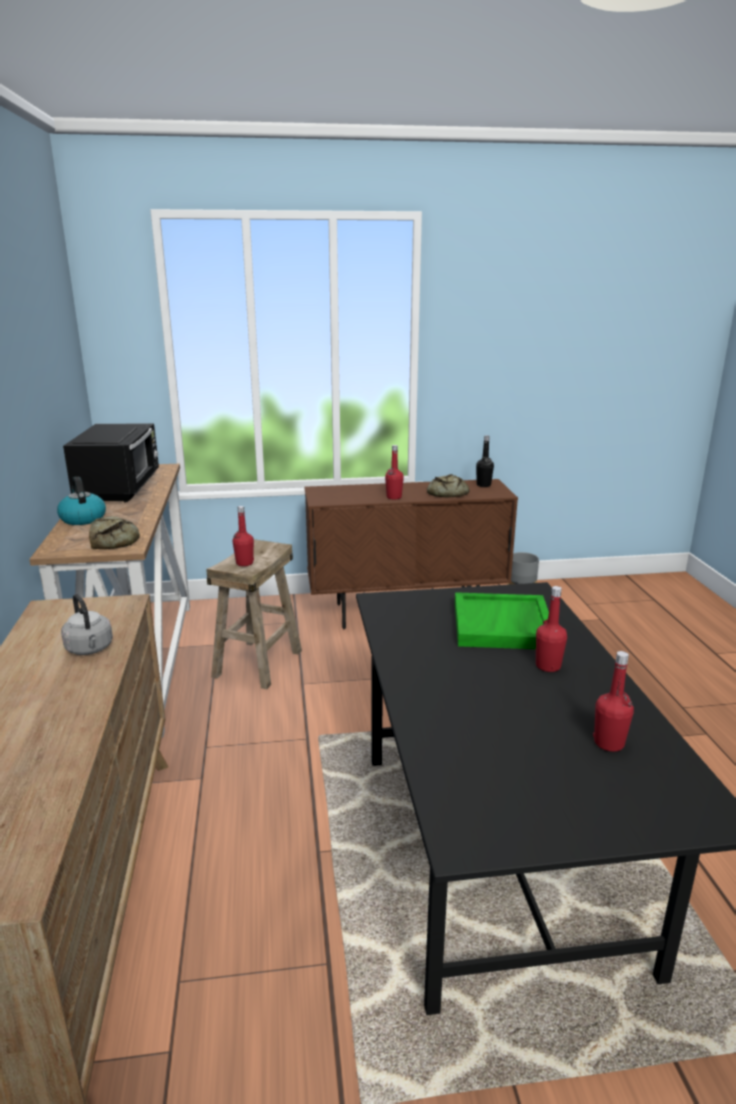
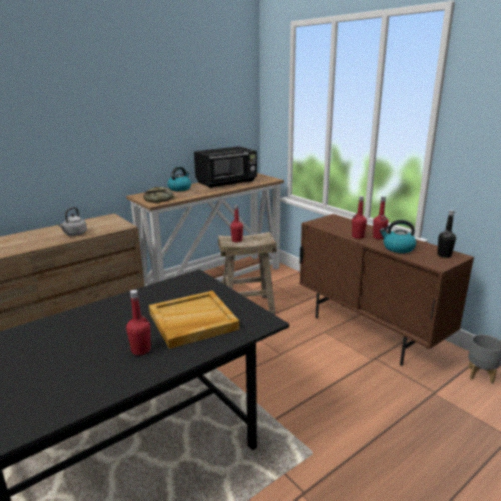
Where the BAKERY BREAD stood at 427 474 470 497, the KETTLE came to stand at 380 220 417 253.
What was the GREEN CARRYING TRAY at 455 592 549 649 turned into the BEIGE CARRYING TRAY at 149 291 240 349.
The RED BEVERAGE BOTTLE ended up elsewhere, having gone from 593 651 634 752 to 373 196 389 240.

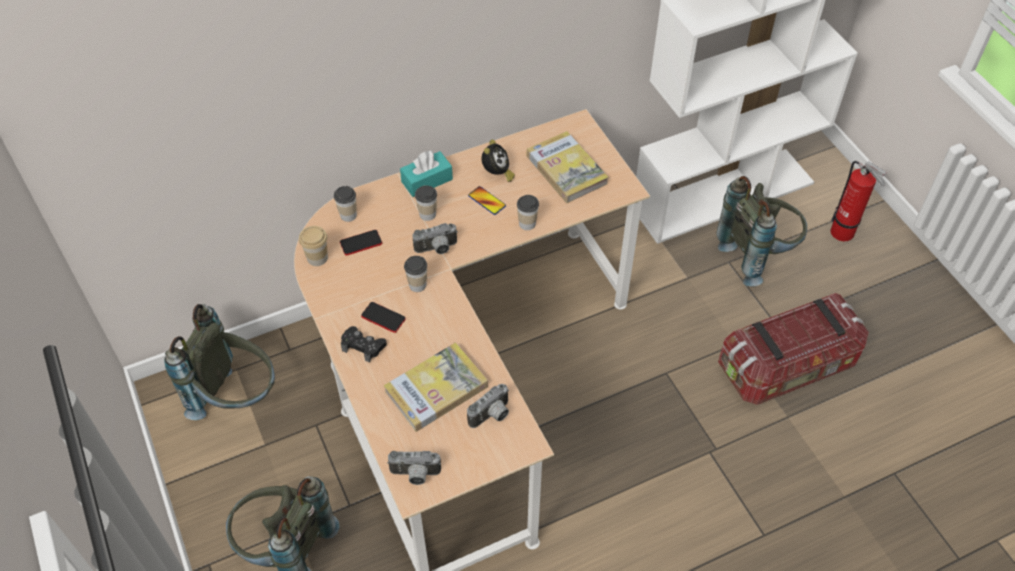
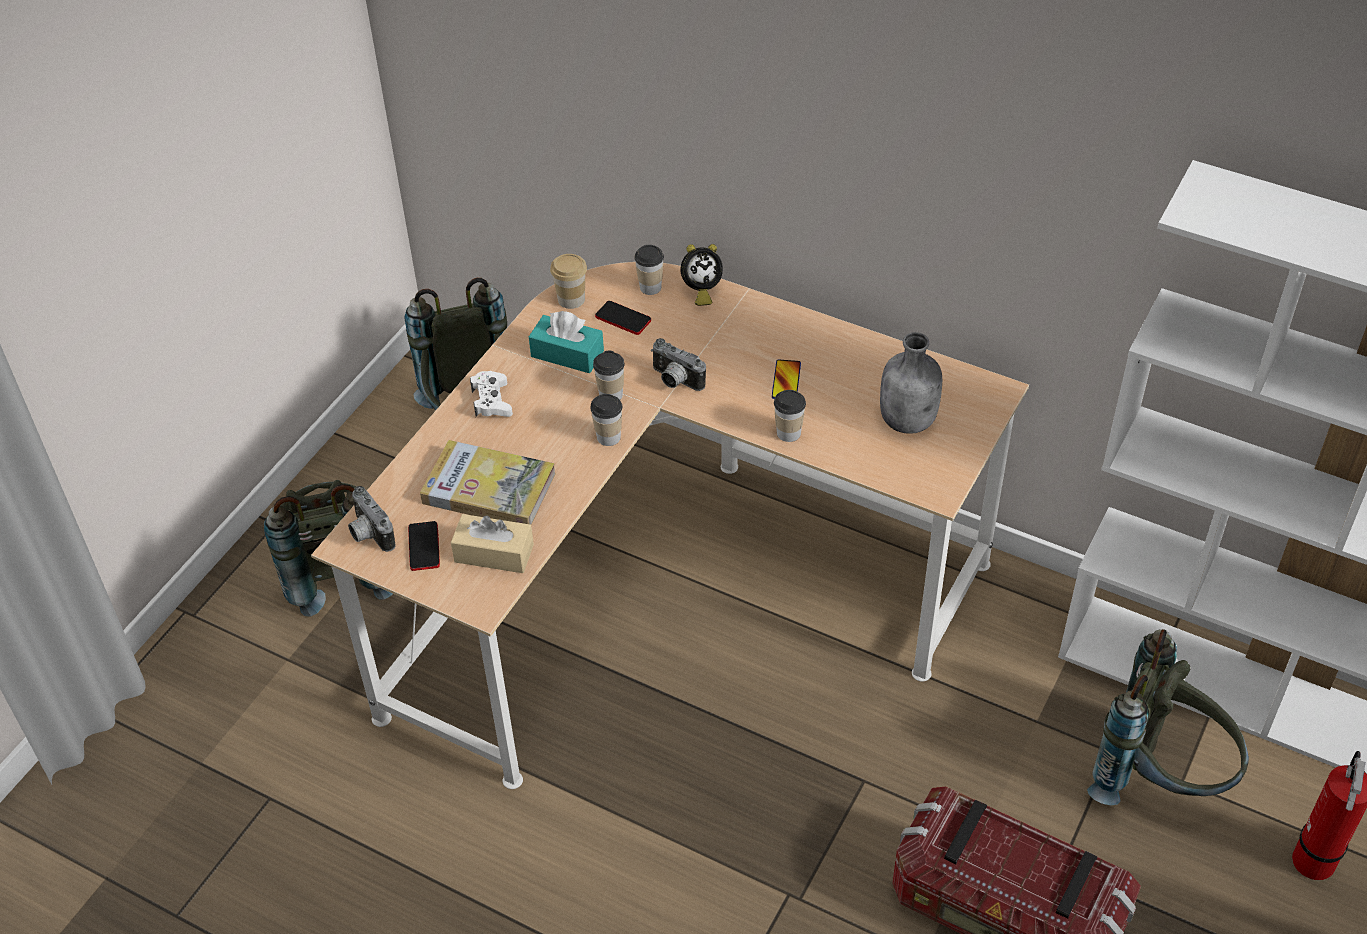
Where the VOLUME stood at 527 131 609 203, the GRAY BEVERAGE BOTTLE came to stand at 880 332 942 434.
The ALARM CLOCK ended up elsewhere, having gone from 482 140 515 182 to 680 244 723 306.
The BLUE-GREEN BOX OF TISSUES ended up elsewhere, having gone from 400 150 453 197 to 529 311 604 373.
The DRINKING CUP ended up elsewhere, having gone from 415 185 437 221 to 590 394 622 446.
The PHONE ended up elsewhere, having gone from 361 302 406 333 to 408 521 440 571.
What was the BLACK-COLOURED GAMEPAD at 341 326 387 363 turned into the WHITE-COLOURED GAMEPAD at 470 371 513 417.
Where the PHOTO CAMERA stood at 467 384 509 428, the BEIGE BOX OF TISSUES came to stand at 451 514 534 573.

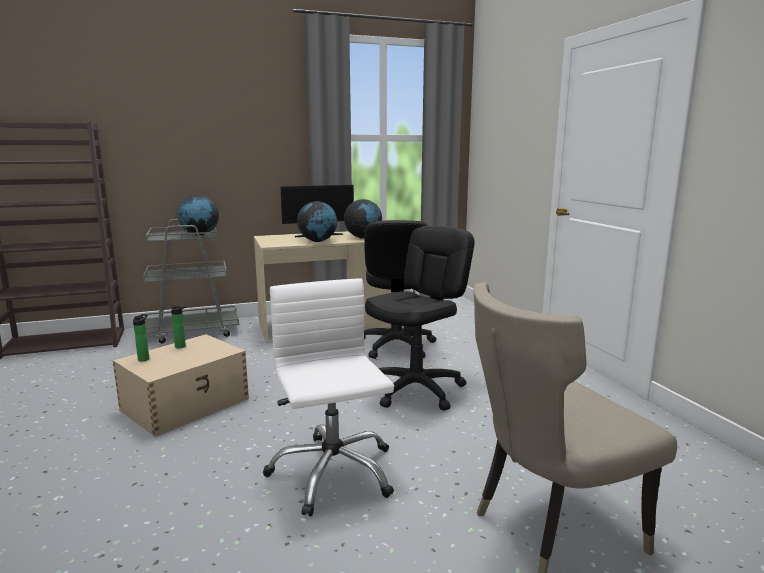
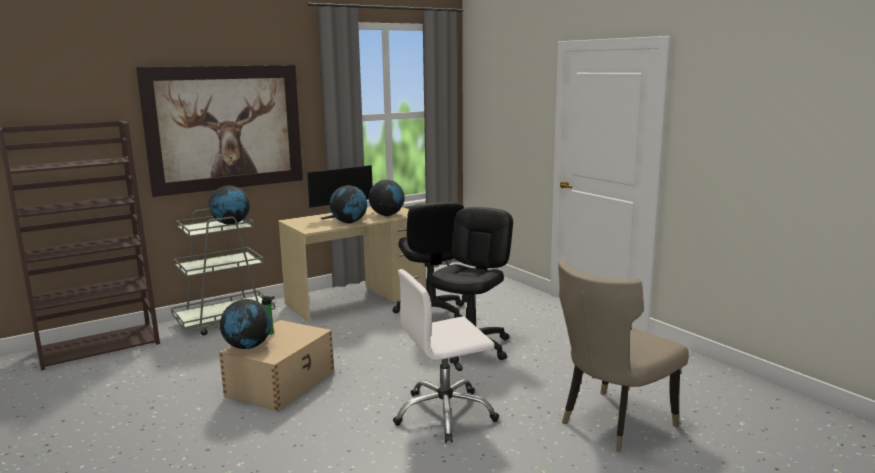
The WHITE-COLOURED DESK CHAIR at 263 278 394 516 ended up facing another way, 75 degrees counterclockwise from before.
Where the BEVERAGE BOTTLE stood at 133 314 149 361, the GLOBE came to stand at 220 299 271 349.
The second view gained the PICTURE at 136 65 303 197.

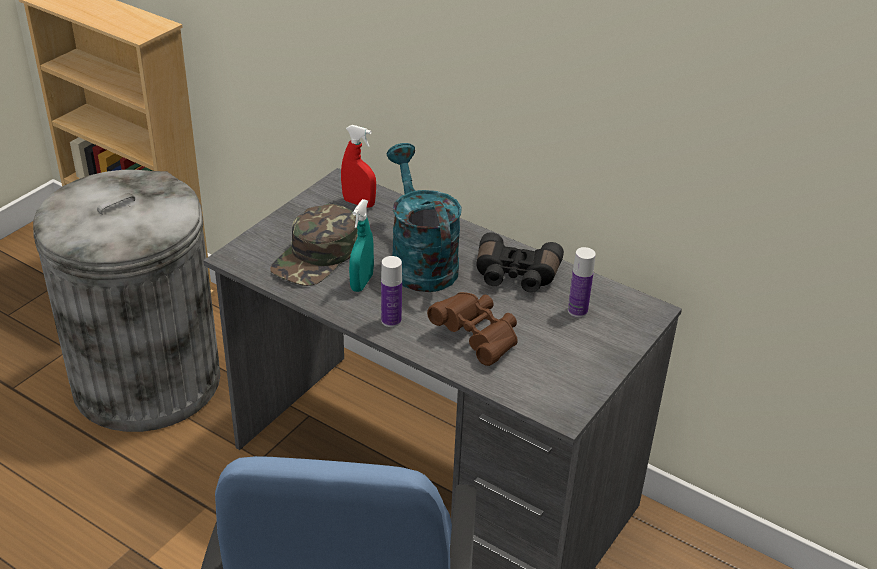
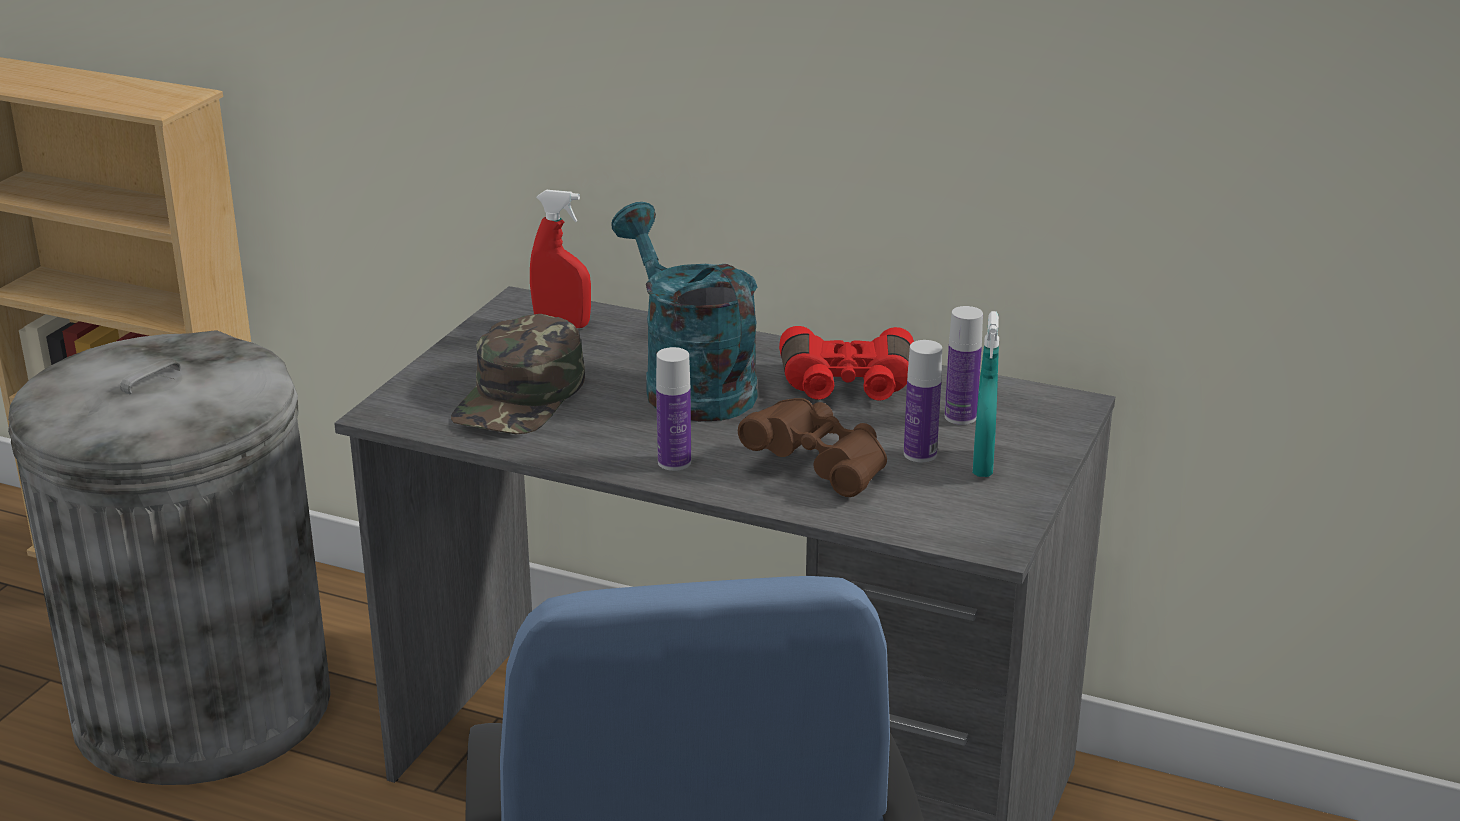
The BLUE-GREEN SPRAY BOTTLE ended up elsewhere, having gone from 349 199 374 292 to 973 311 999 477.
What was the BLACK-COLOURED FIELD GLASSES at 476 232 564 293 turned into the RED FIELD GLASSES at 779 326 914 401.
The second view gained the BEVERAGE BOTTLE at 904 340 942 462.

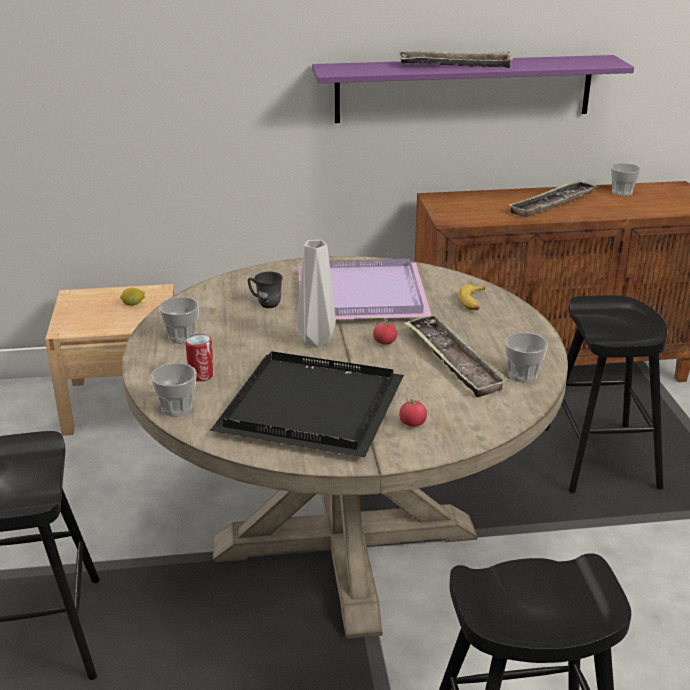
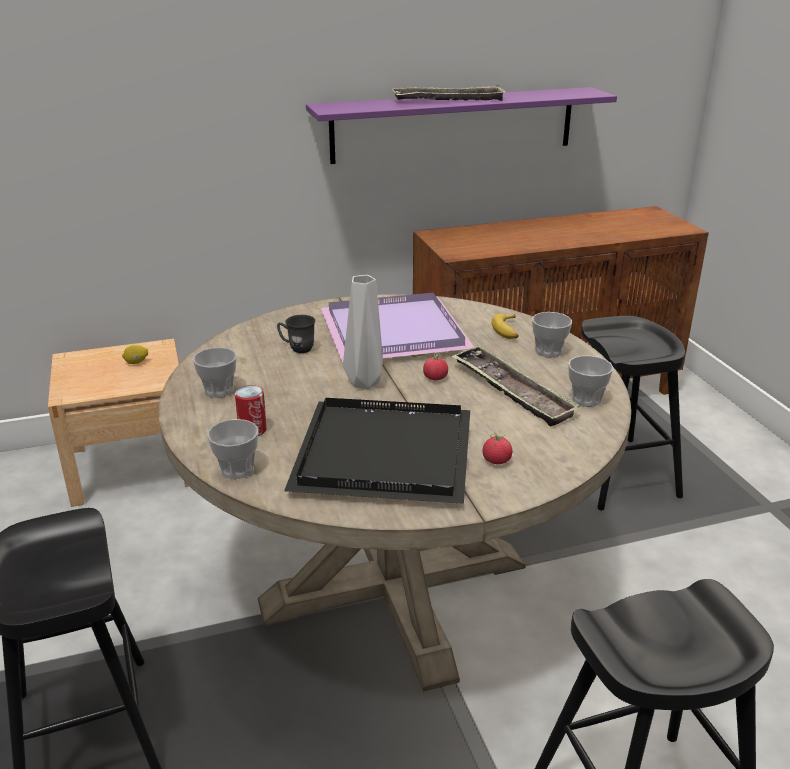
The DRINKING CUP ended up elsewhere, having gone from 611 163 641 196 to 532 312 572 358.
The second view lost the CARRYING TRAY at 509 180 598 217.

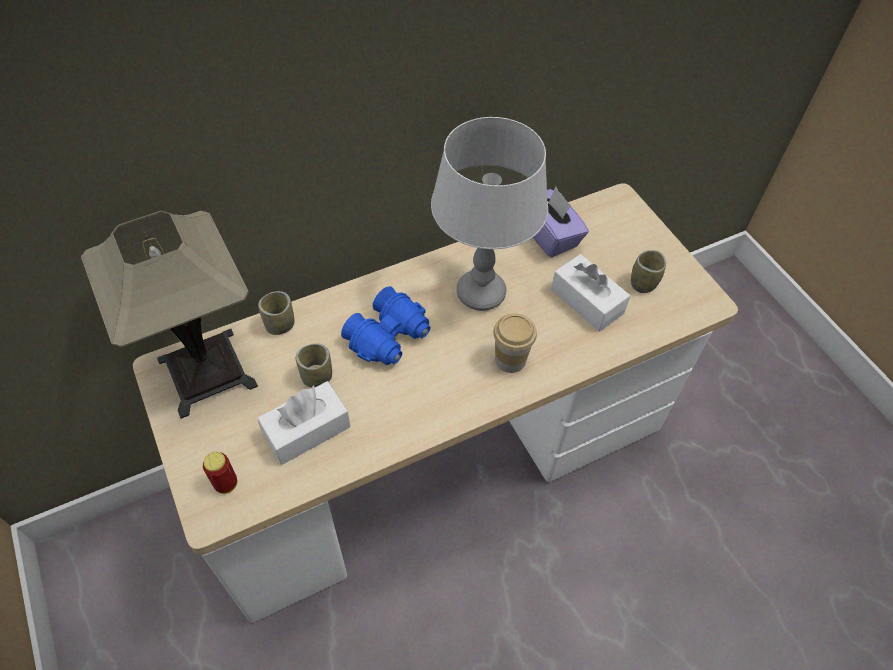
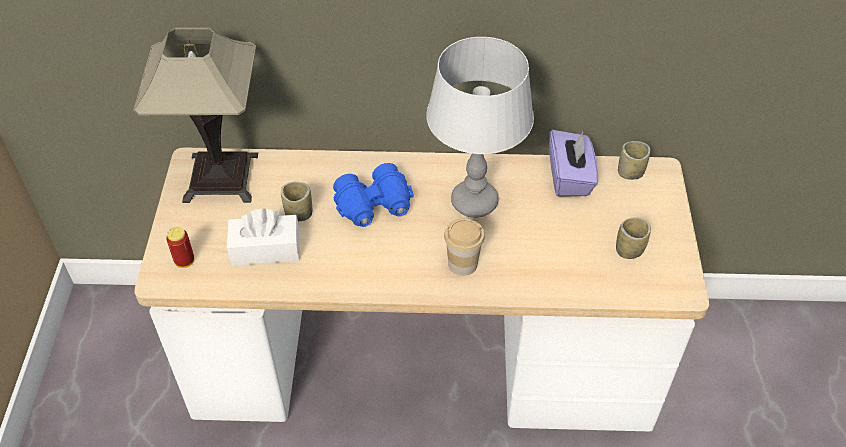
The second view lost the WHITE-COLOURED BOX OF TISSUES at 551 254 630 332.
The DRINKING CUP ended up elsewhere, having gone from 258 291 295 335 to 618 141 651 180.

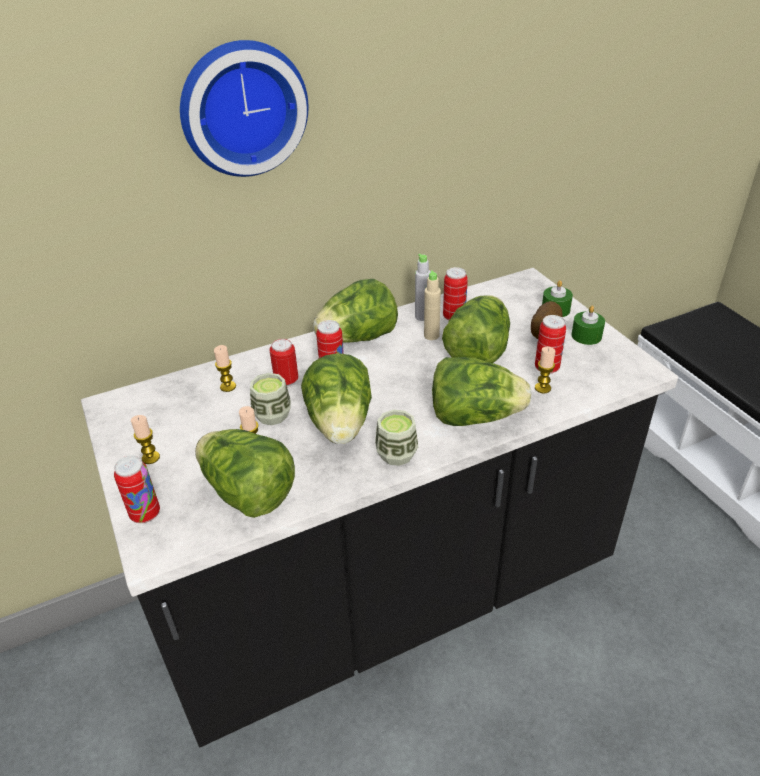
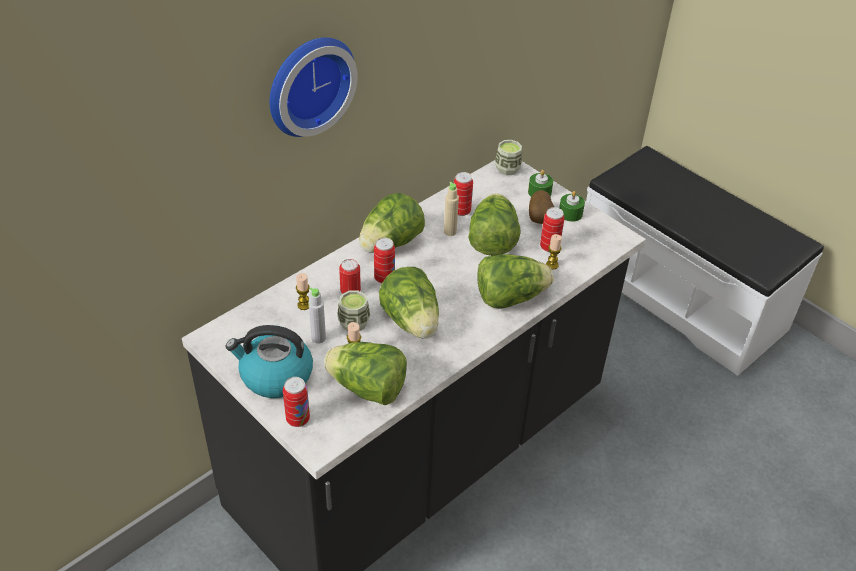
The GRAY BEVERAGE BOTTLE ended up elsewhere, having gone from 415 254 431 321 to 309 288 326 344.
The DRINKING CUP ended up elsewhere, having gone from 375 410 418 466 to 495 140 522 175.
Where the WAX LIGHT stood at 131 415 160 464, the KETTLE came to stand at 226 325 313 398.

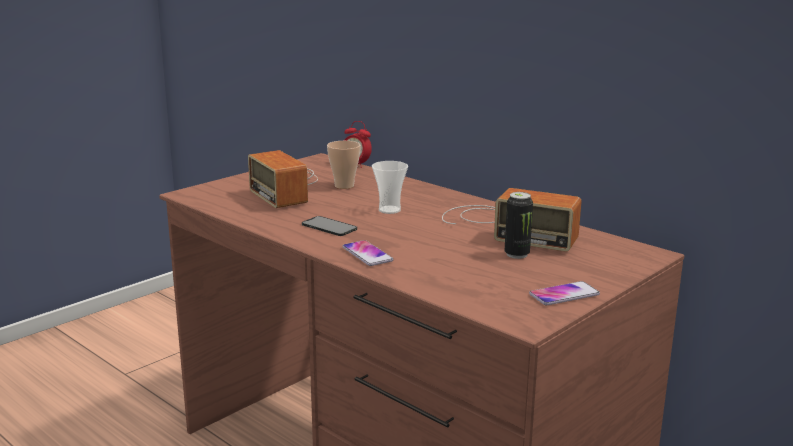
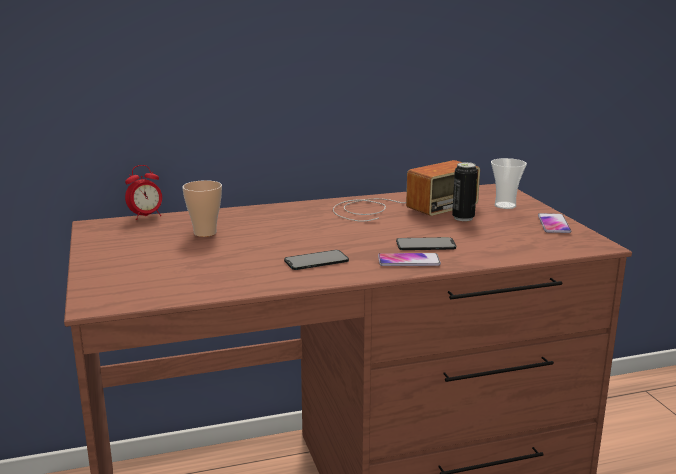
The second view lost the RADIO at 248 150 318 208.
The DRINKING CUP ended up elsewhere, having gone from 372 161 408 214 to 491 158 527 209.
The second view gained the PHONE at 396 237 456 250.

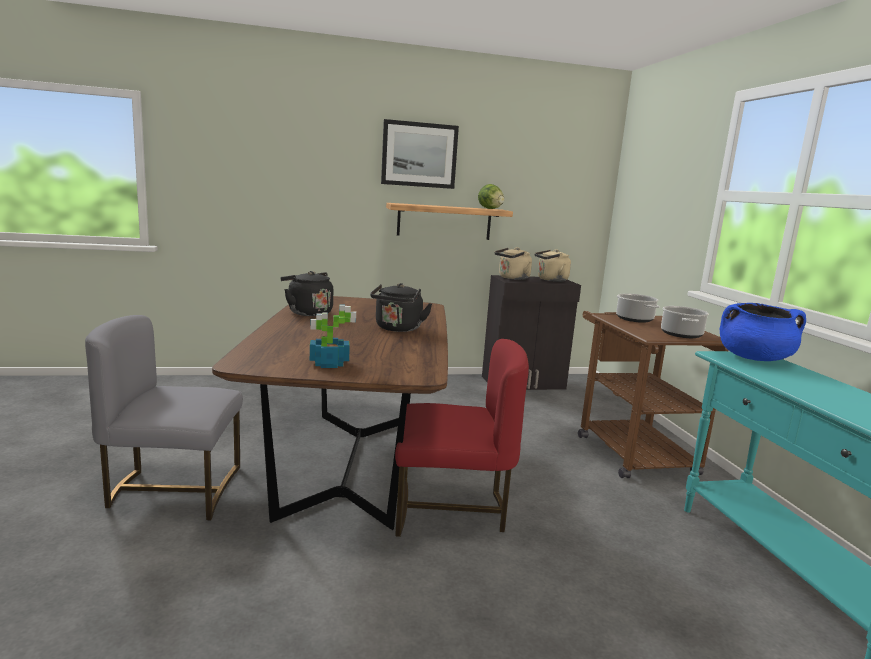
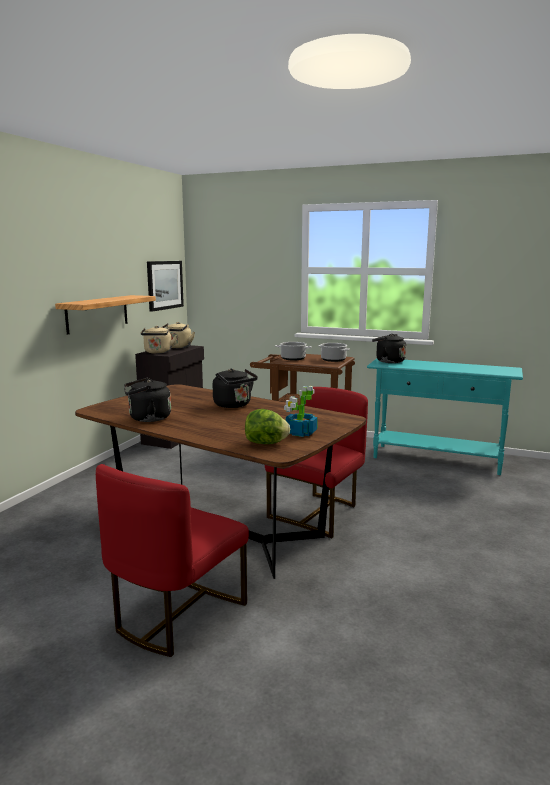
The PICTURE ended up elsewhere, having gone from 381 119 459 189 to 147 261 184 312.
The LETTUCE HEAD ended up elsewhere, having gone from 478 184 505 209 to 245 409 290 444.
Where the BLUE STOCKPOT stood at 719 303 806 361, the BLACK-COLOURED KETTLE came to stand at 372 334 406 363.
What was the GRAY CHAIR at 85 315 243 520 turned into the RED CHAIR at 96 464 249 657.

